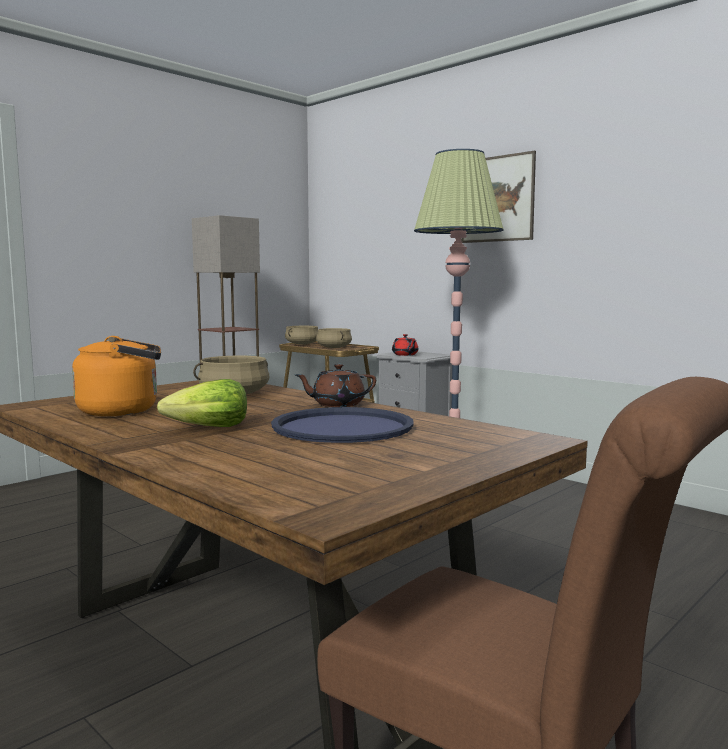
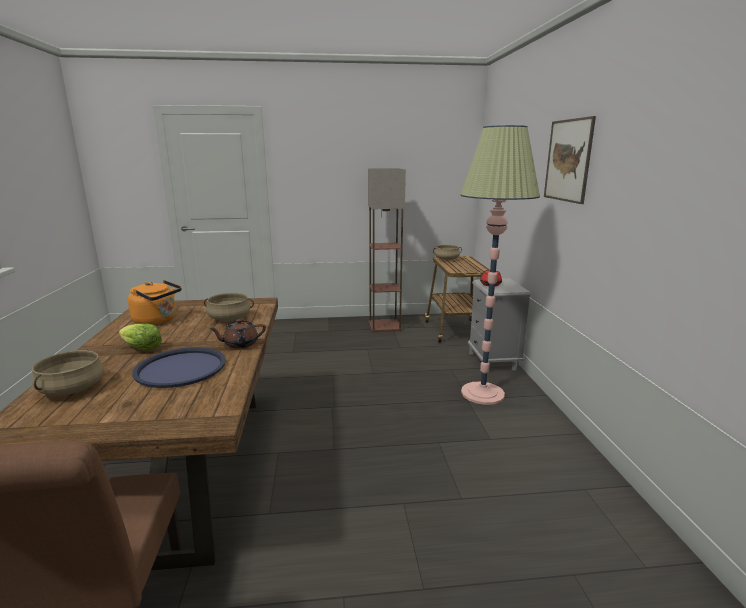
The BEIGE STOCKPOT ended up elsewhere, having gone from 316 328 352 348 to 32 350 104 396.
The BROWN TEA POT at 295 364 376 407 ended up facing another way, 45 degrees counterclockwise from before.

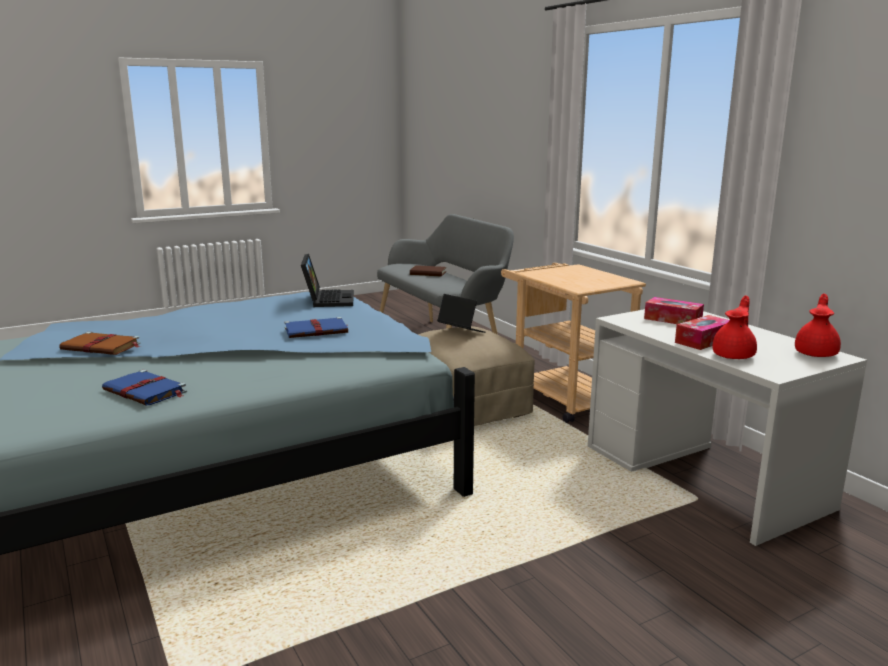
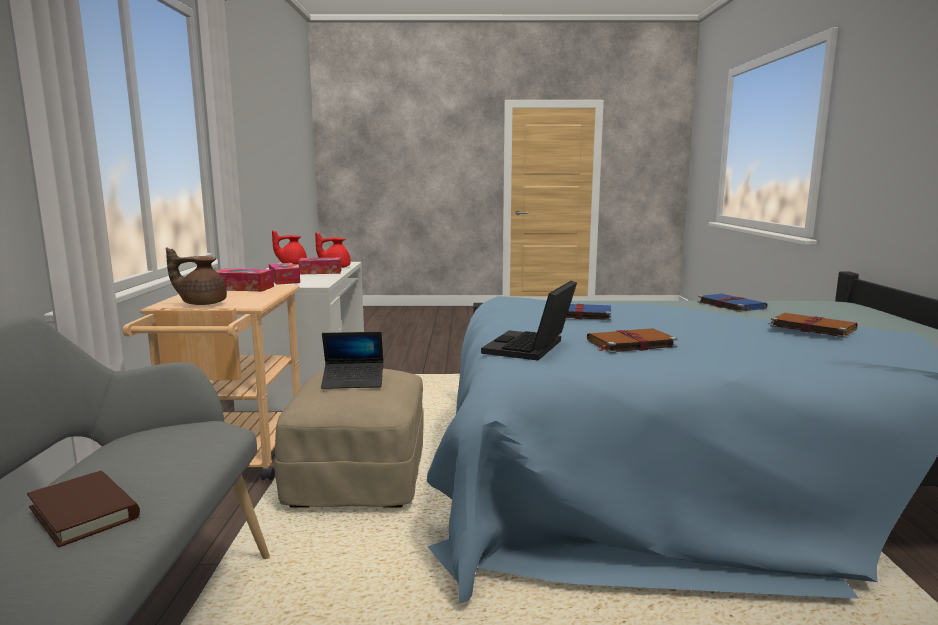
The NOTEBOOK COMPUTER at 437 294 486 333 ended up facing another way, 75 degrees counterclockwise from before.
The second view gained the BROWN TEA POT at 166 247 227 305.
The second view gained the BOX OF TISSUES at 216 269 274 291.
The second view gained the BROWN VOLUME at 587 328 678 353.

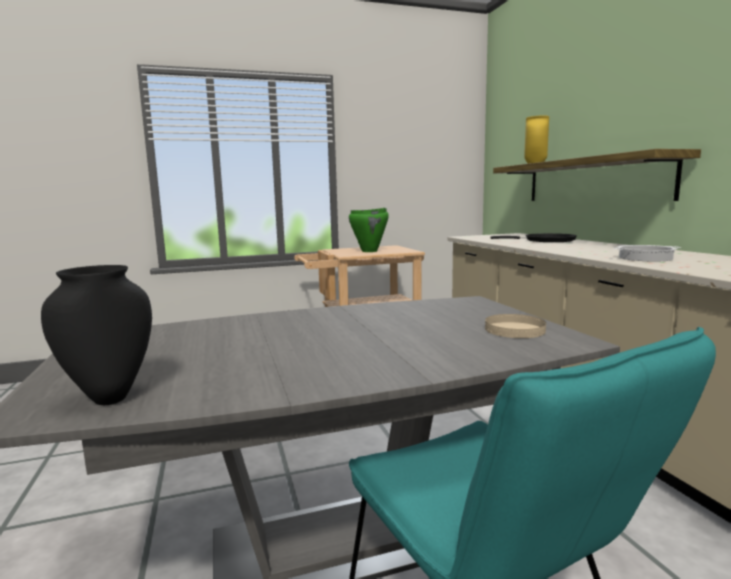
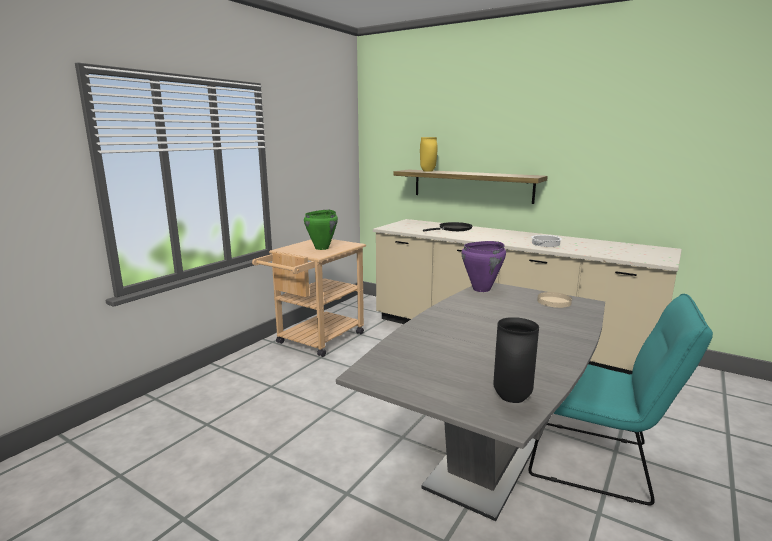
The second view gained the PURPLE STOCKPOT at 461 241 506 292.

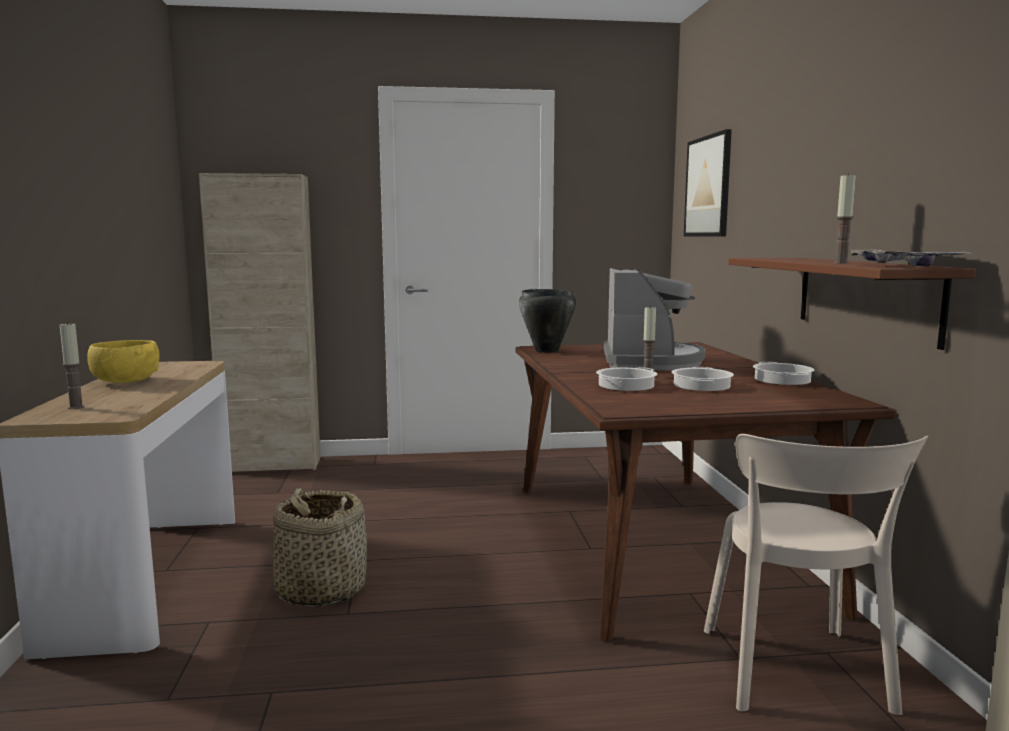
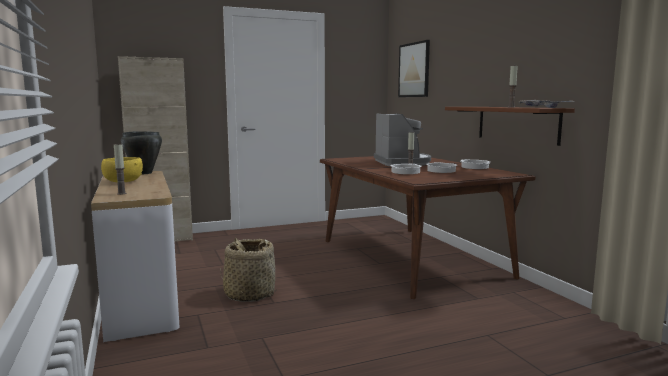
The BLACK-COLOURED STOCKPOT ended up elsewhere, having gone from 519 289 576 353 to 121 131 162 174.
The second view lost the BEIGE CHAIR at 704 434 928 715.

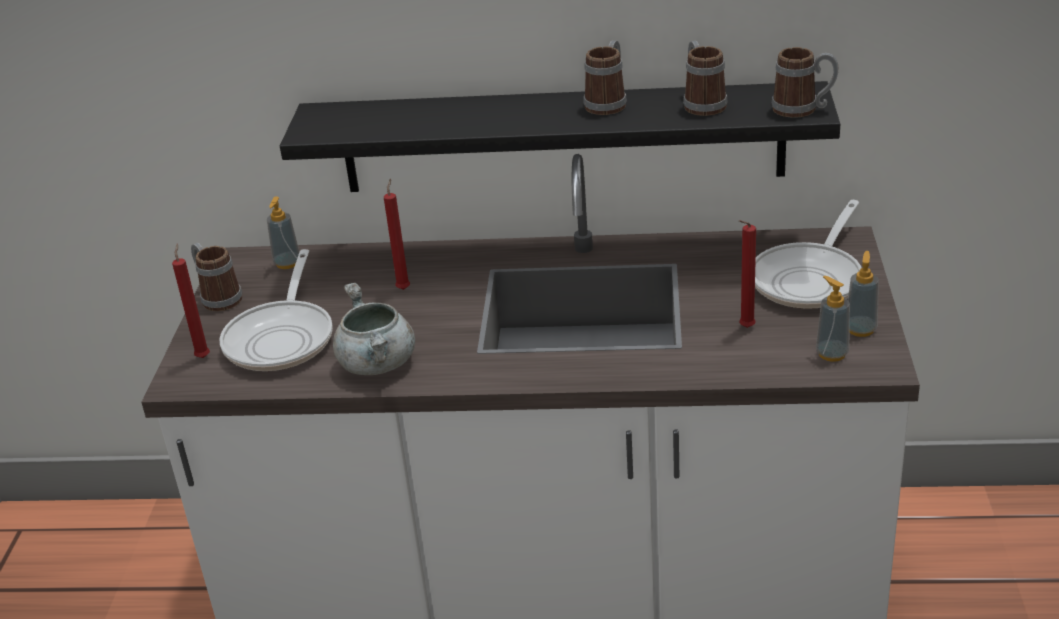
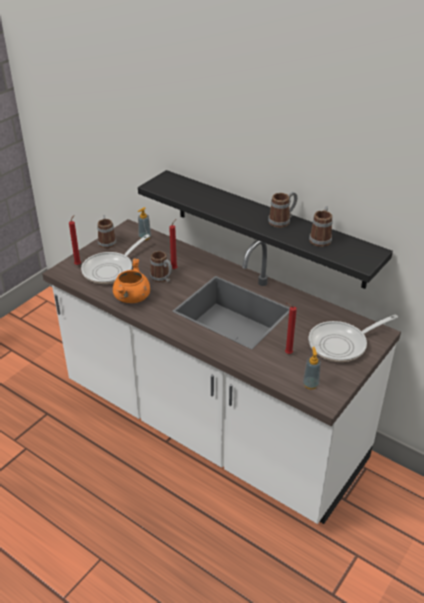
The TEA MUG ended up elsewhere, having gone from 772 47 838 118 to 150 251 172 282.
The second view lost the SOAP DISPENSER at 848 251 879 337.
What was the GRAY STOCKPOT at 333 283 415 375 turned into the ORANGE-COLOURED STOCKPOT at 113 258 150 303.

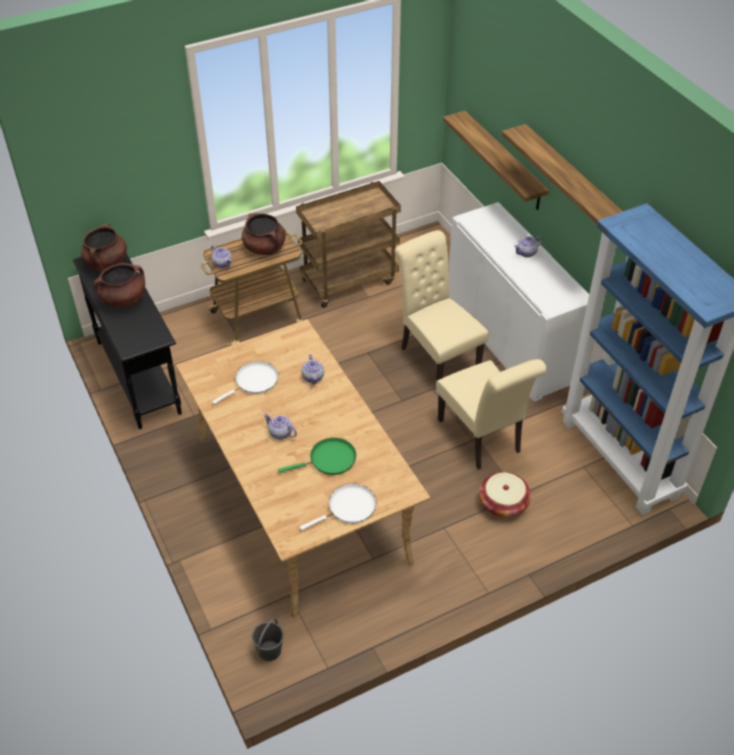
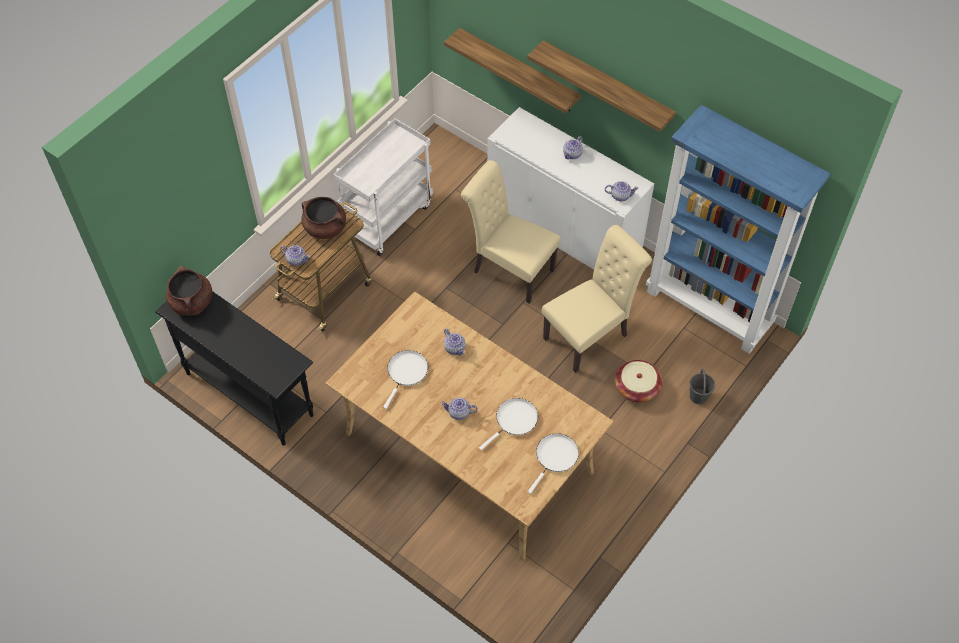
What was the BROWN TROLLEY at 296 181 401 308 turned into the WHITE-COLOURED TROLLEY at 333 118 433 256.
The second view lost the BROWN STOCKPOT at 93 263 145 308.
The BEIGE CHAIR at 436 359 547 470 ended up facing another way, 75 degrees counterclockwise from before.
What was the GREEN PAN at 278 438 356 475 turned into the WHITE-COLOURED PAN at 479 398 538 450.
The GRAY WATER BUCKET ended up elsewhere, having gone from 252 618 284 661 to 690 369 715 404.
The second view gained the TEA POT at 605 181 639 201.

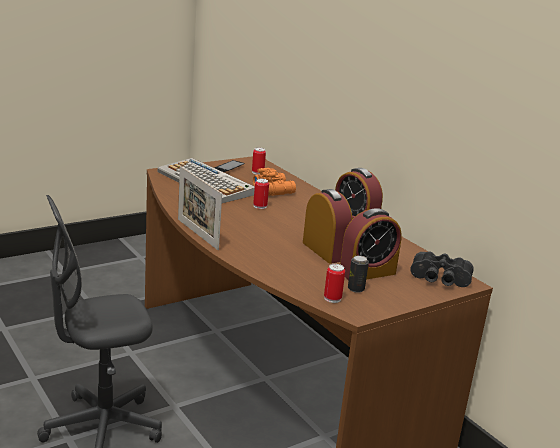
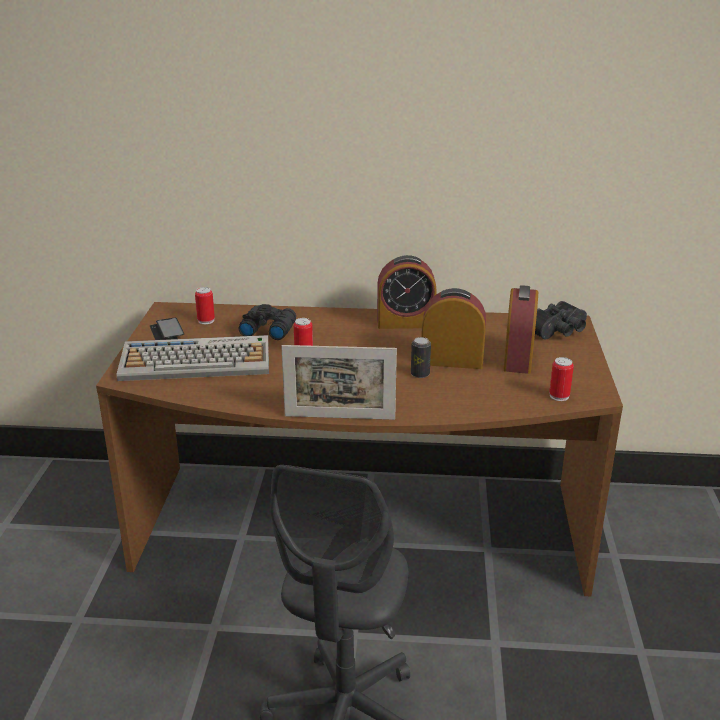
What was the ORANGE-COLOURED FIELD GLASSES at 253 168 296 196 turned into the BLACK-COLOURED FIELD GLASSES at 239 304 296 340.
The METAL CAN ended up elsewhere, having gone from 348 255 369 293 to 411 337 431 378.

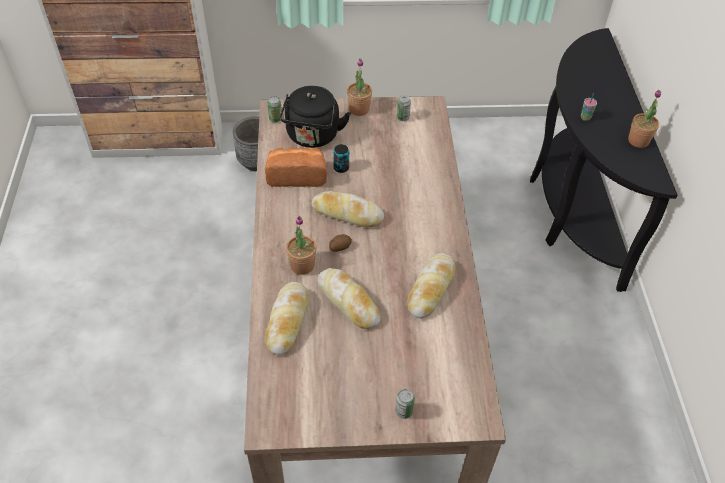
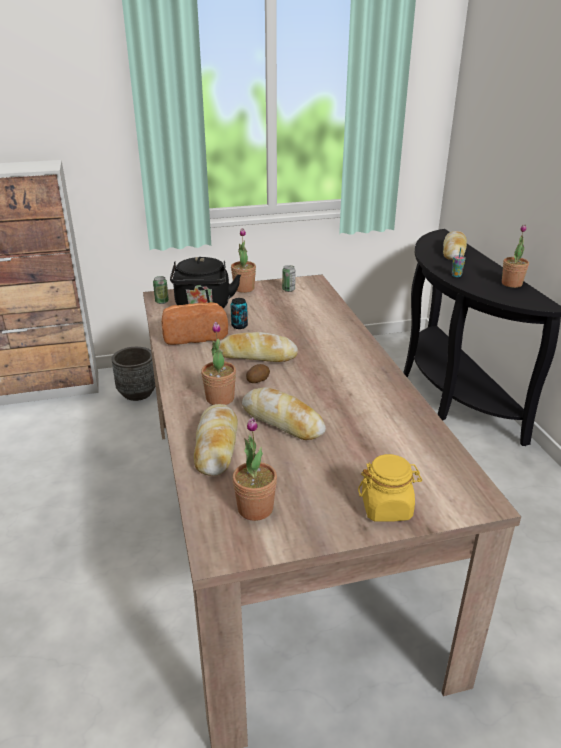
The BAKERY BREAD ended up elsewhere, having gone from 407 253 455 319 to 443 231 467 260.
Where the METAL CAN stood at 395 389 415 419, the YELLOW-COLOURED JAR came to stand at 358 454 422 522.
The second view gained the HOUSEPLANT at 232 417 277 521.

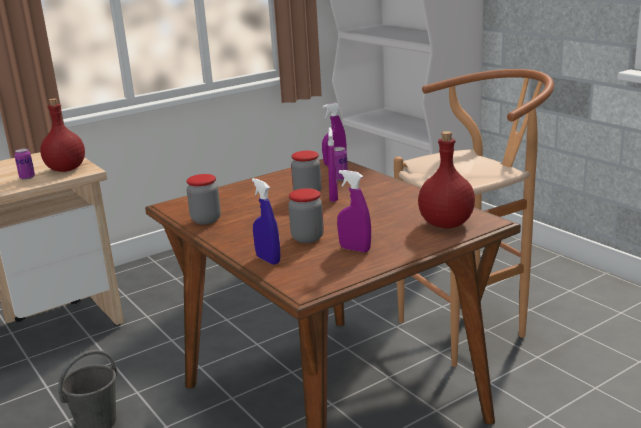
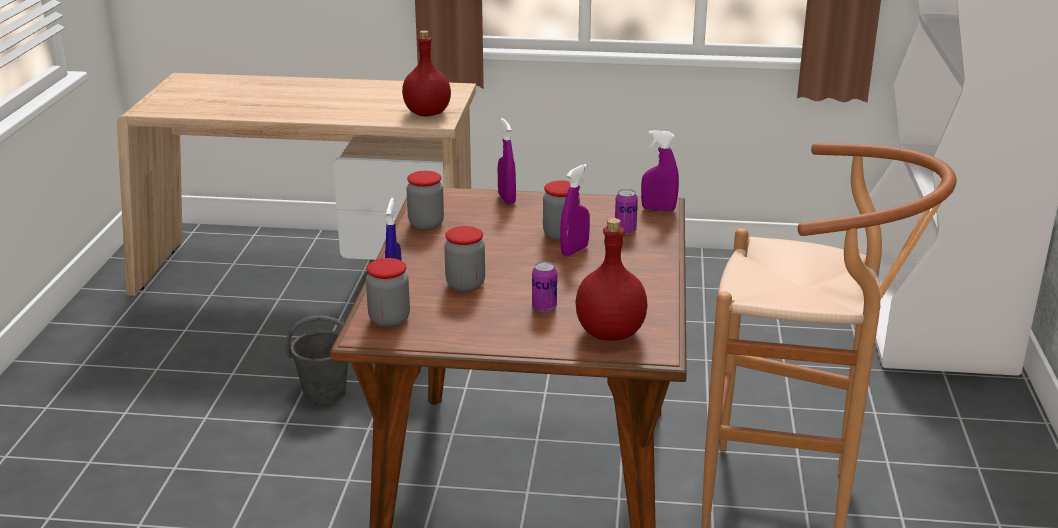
The METAL CAN ended up elsewhere, having gone from 14 148 35 180 to 532 261 557 312.
The PURPLE SPRAY BOTTLE ended up elsewhere, having gone from 337 170 371 252 to 498 118 516 205.
The second view gained the JAR at 366 258 410 327.

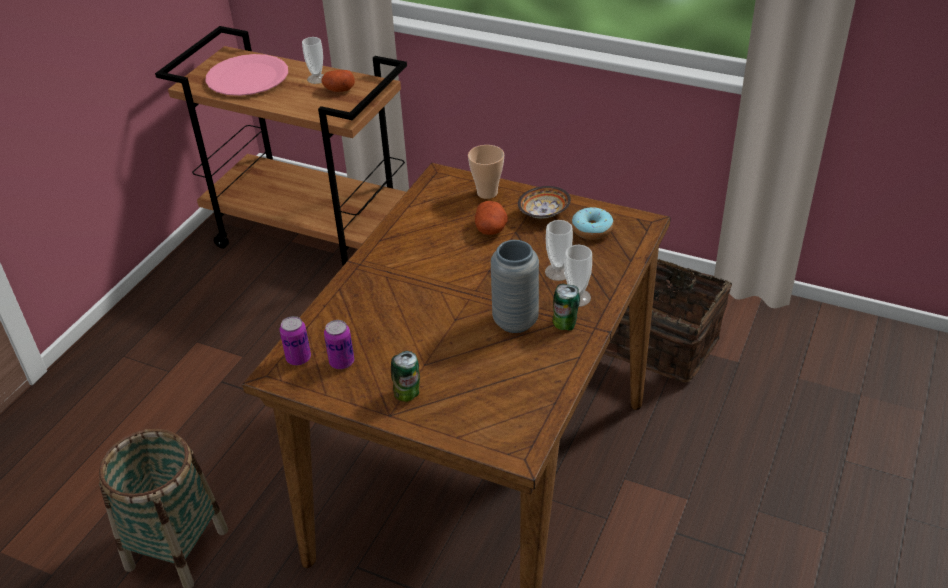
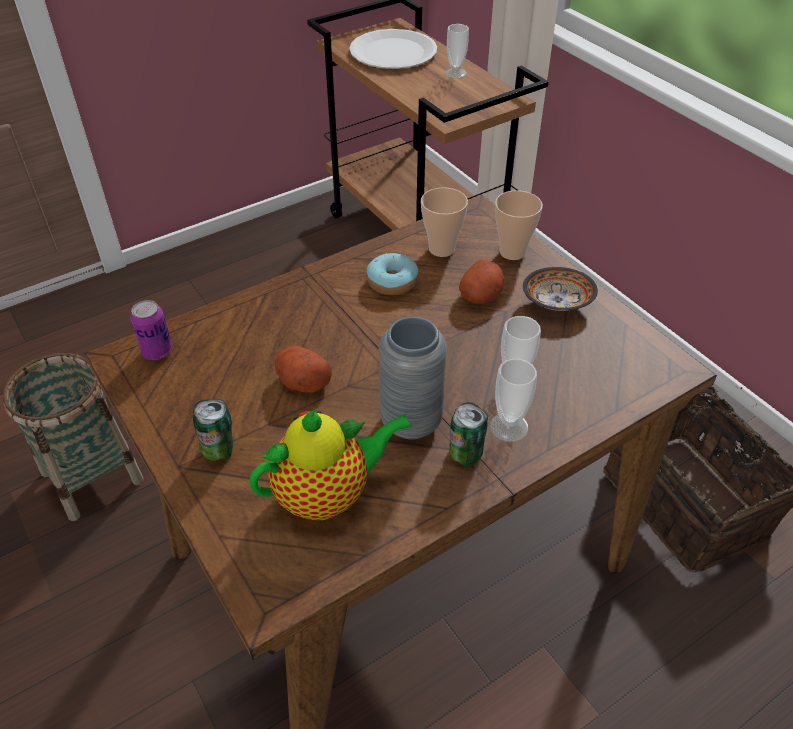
What was the PINKISH PLATE at 206 54 288 96 turned into the WHITE-COLOURED PLATE at 349 29 437 69.
The POTATO ended up elsewhere, having gone from 321 70 355 92 to 274 346 332 393.
The DONUT ended up elsewhere, having gone from 571 207 613 240 to 366 253 419 295.
The second view lost the METAL CAN at 324 320 354 369.
The second view gained the DRINKING CUP at 421 187 468 257.
The second view gained the TEA POT at 249 410 412 520.

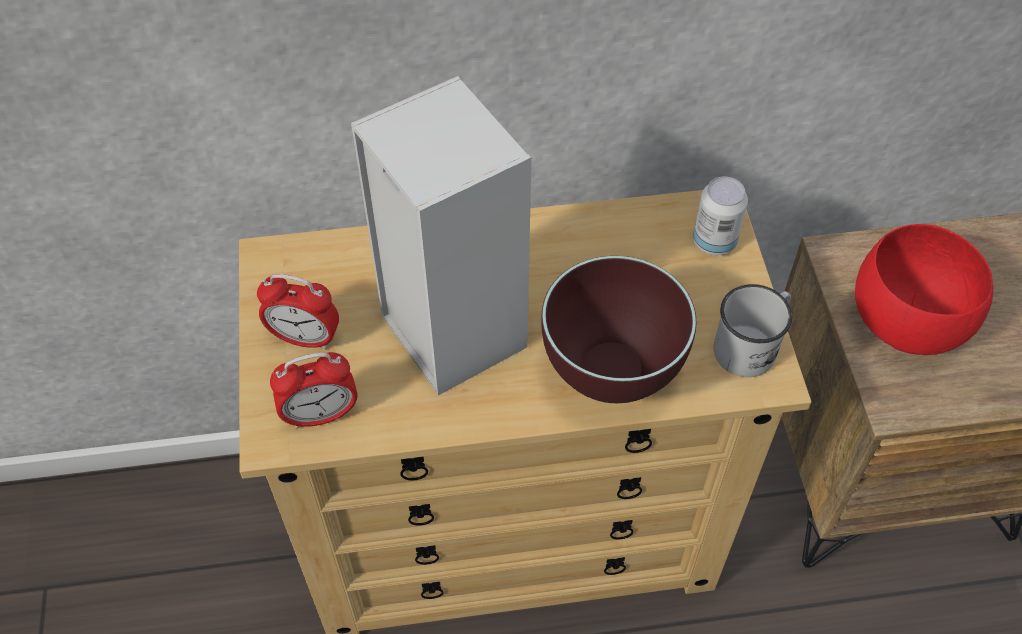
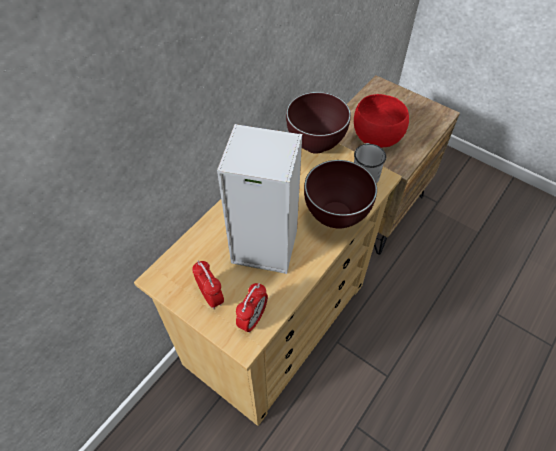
Where the METAL CAN stood at 693 177 748 255, the BROWN DEEP DISH came to stand at 286 92 351 154.
The ALARM CLOCK at 257 274 339 349 ended up facing another way, 90 degrees counterclockwise from before.

